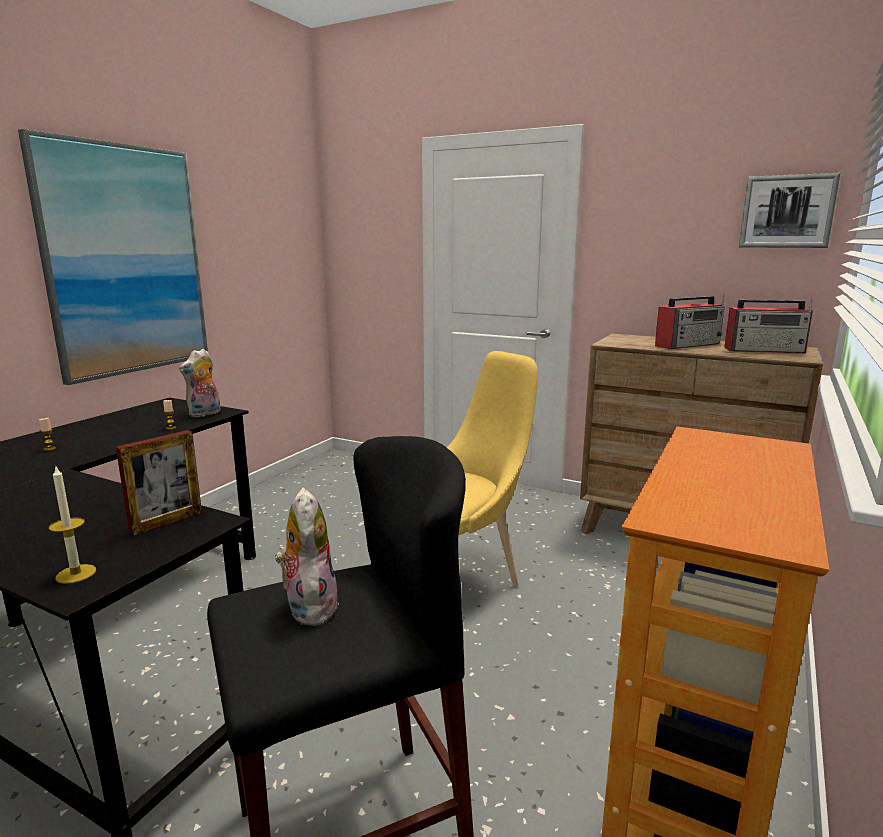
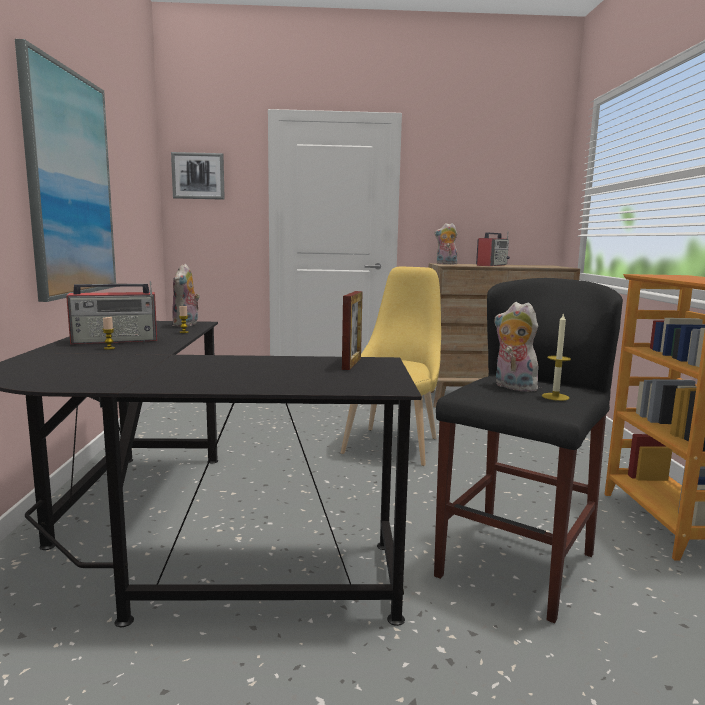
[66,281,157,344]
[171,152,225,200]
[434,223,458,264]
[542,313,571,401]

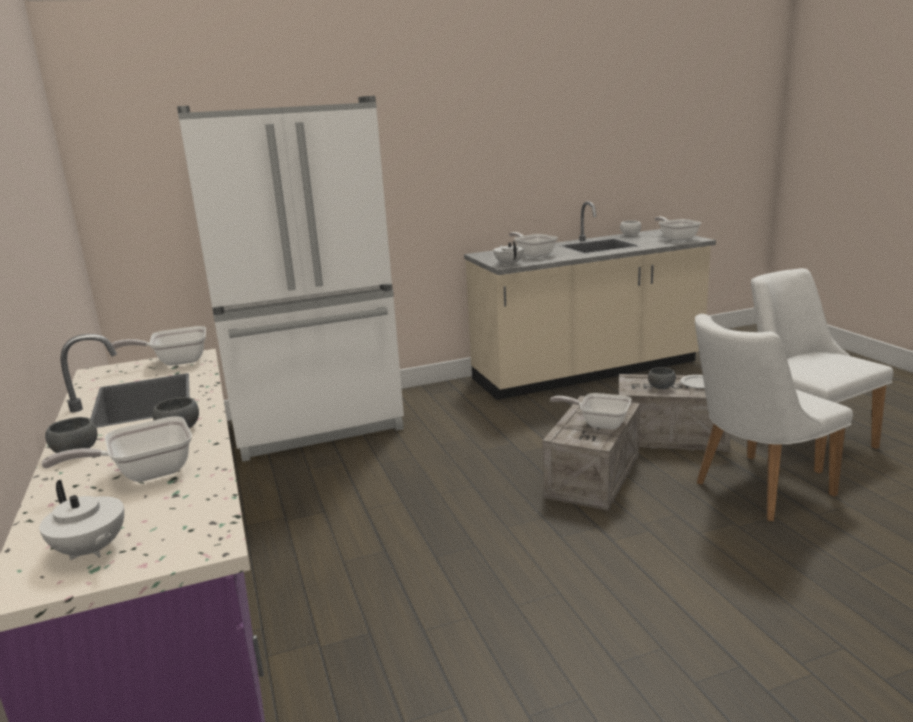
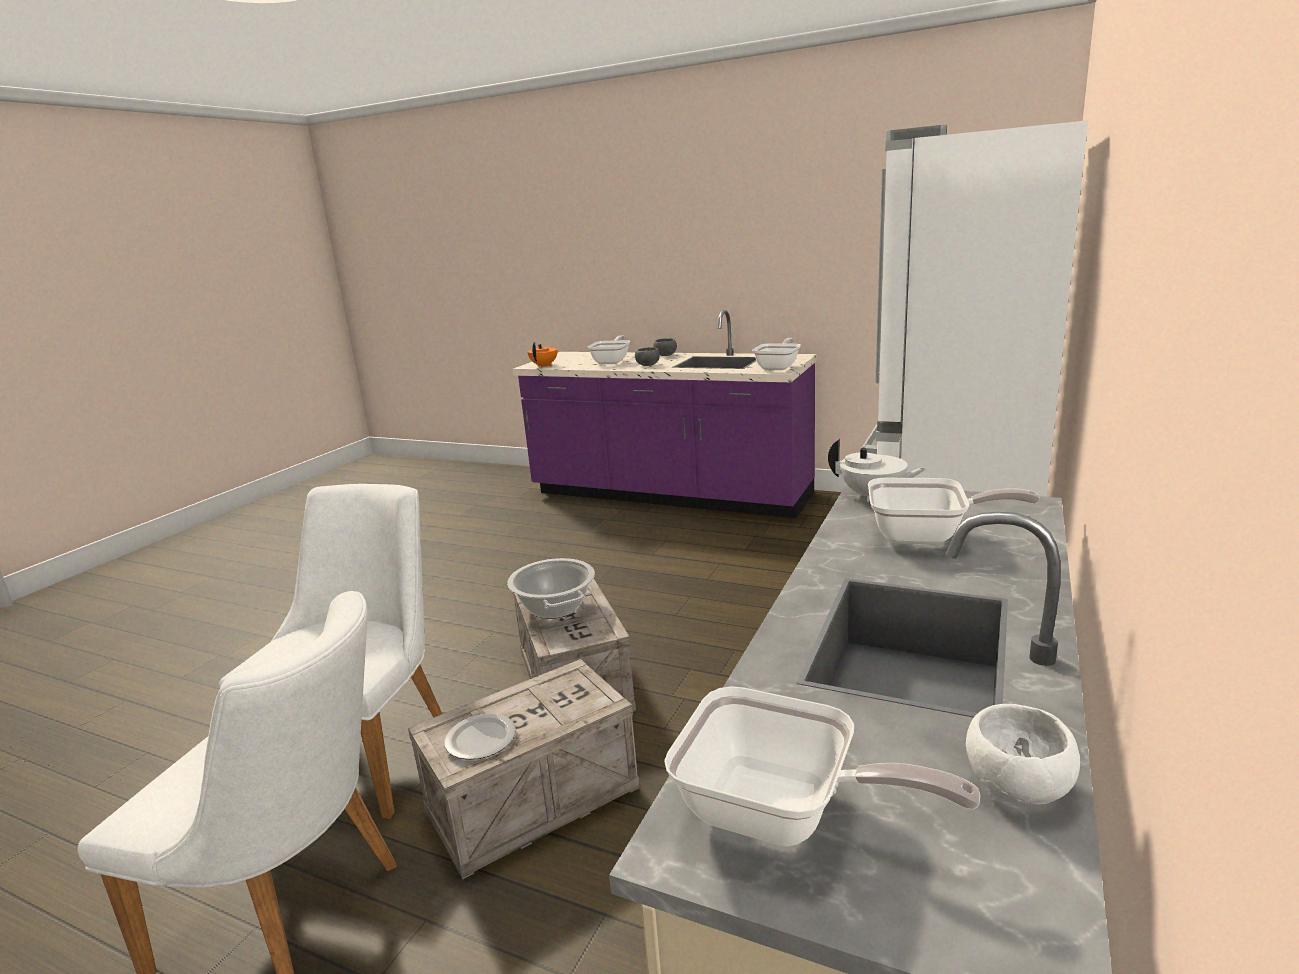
[507,558,595,619]
[527,342,558,368]
[39,480,124,560] (first image)
[648,367,676,389] (first image)

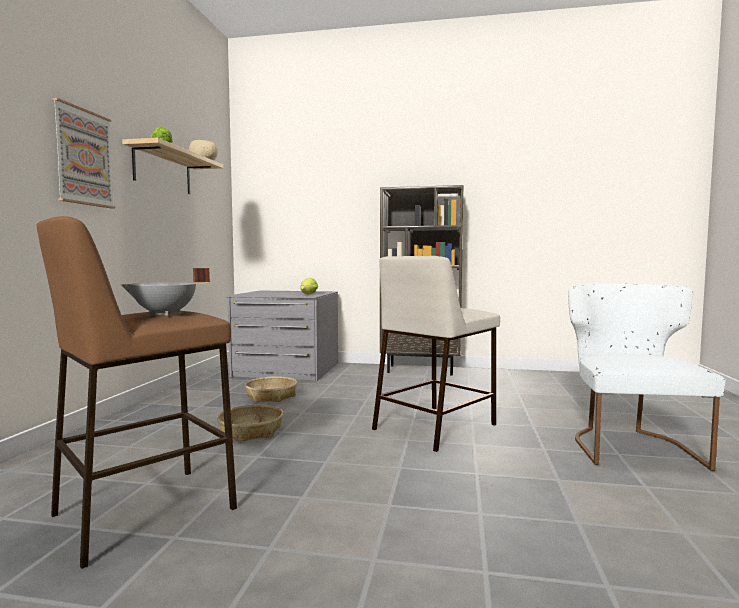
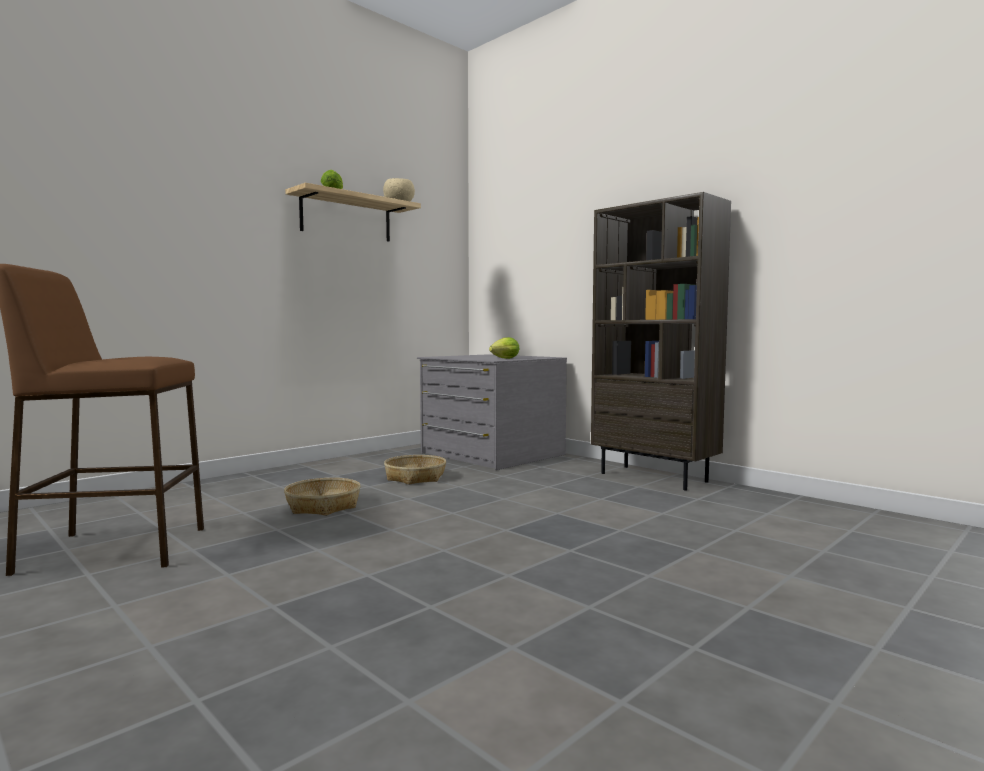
[52,98,115,209] (first image)
[120,268,210,316] (first image)
[372,256,500,452] (first image)
[568,283,726,471] (first image)

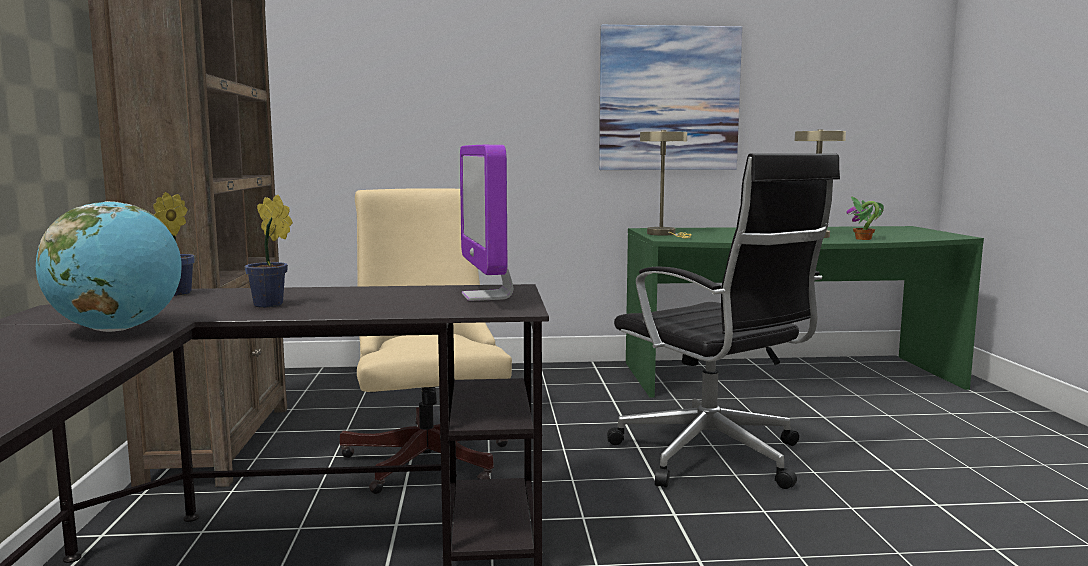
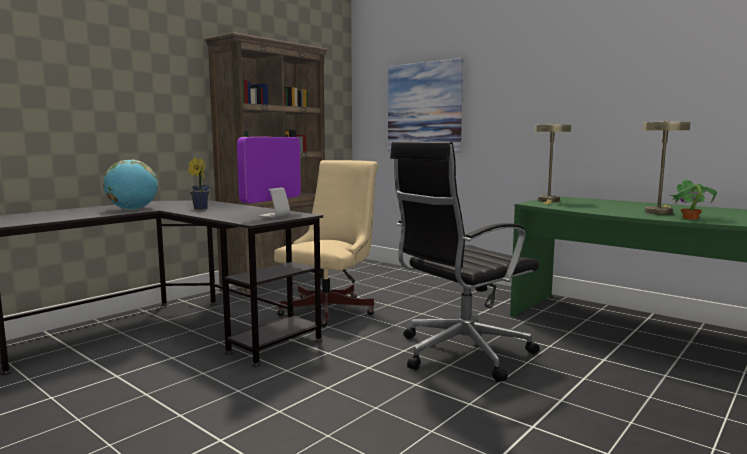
[388,58,463,153]
[390,141,540,382]

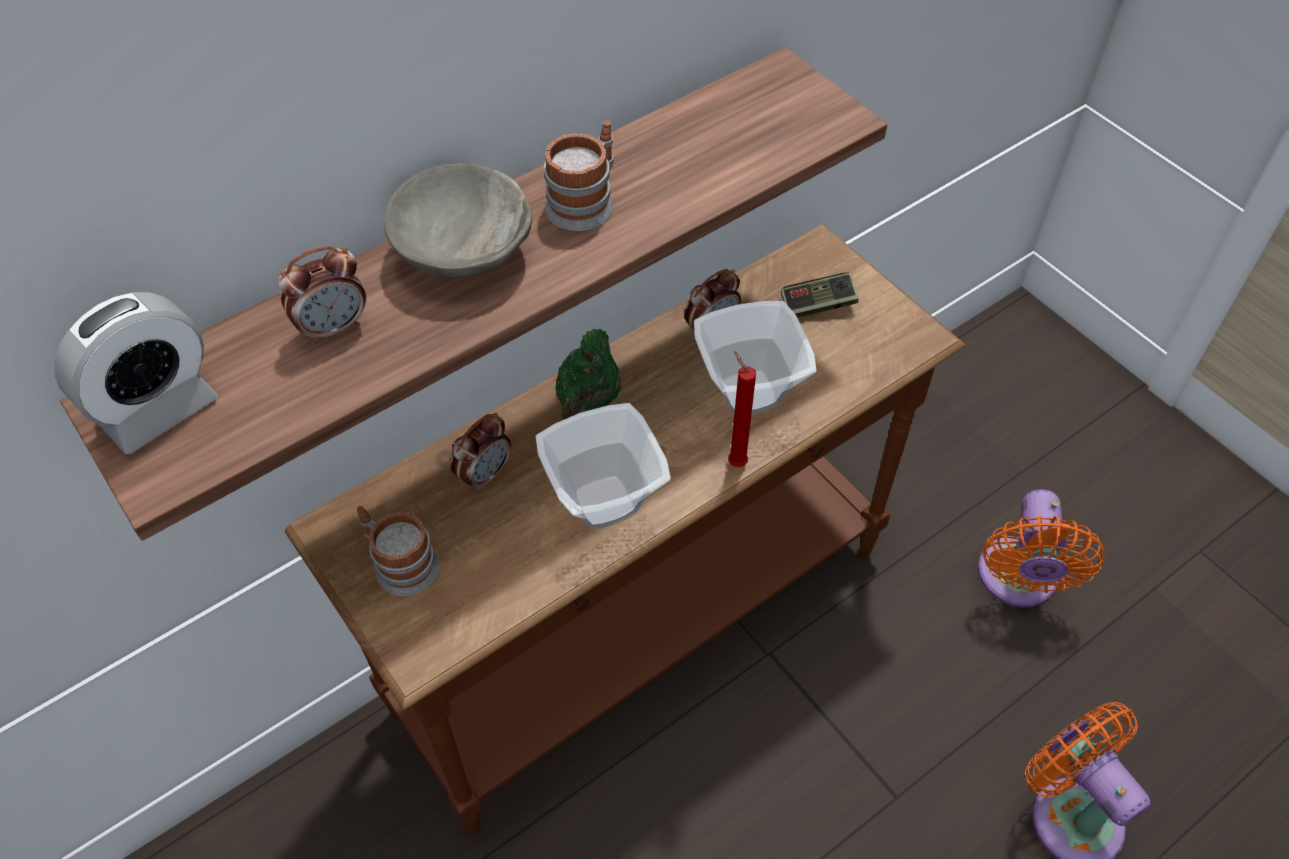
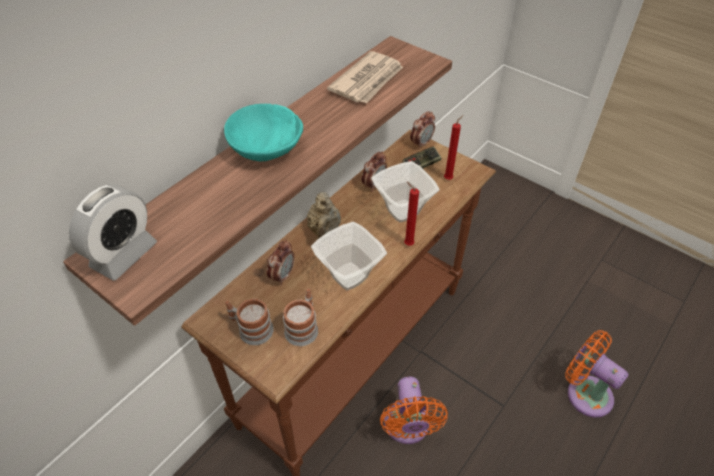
[224,104,303,161]
[283,289,318,346]
[307,192,341,239]
[327,51,403,104]
[380,377,448,444]
[410,111,435,149]
[444,115,463,180]

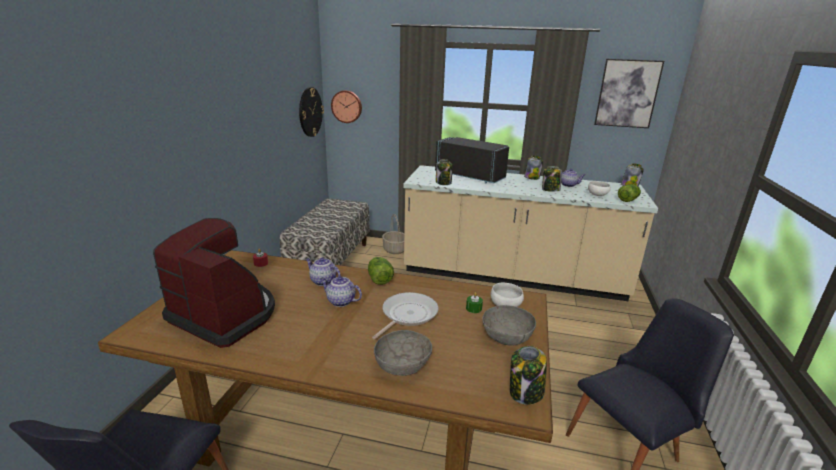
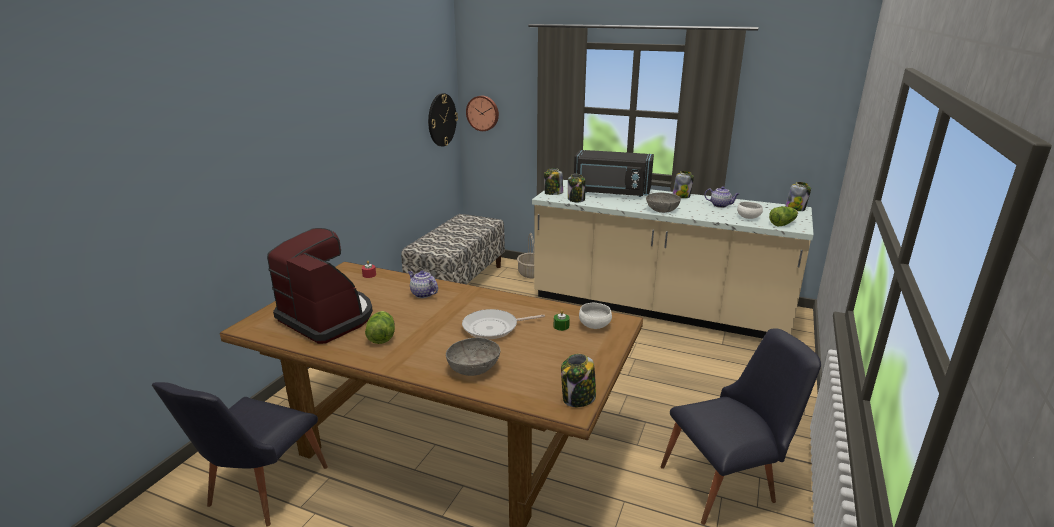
[365,311,395,344]
[462,309,545,339]
[544,168,563,195]
[574,150,654,197]
[646,192,681,213]
[320,276,362,307] (first image)
[594,59,664,128] (first image)

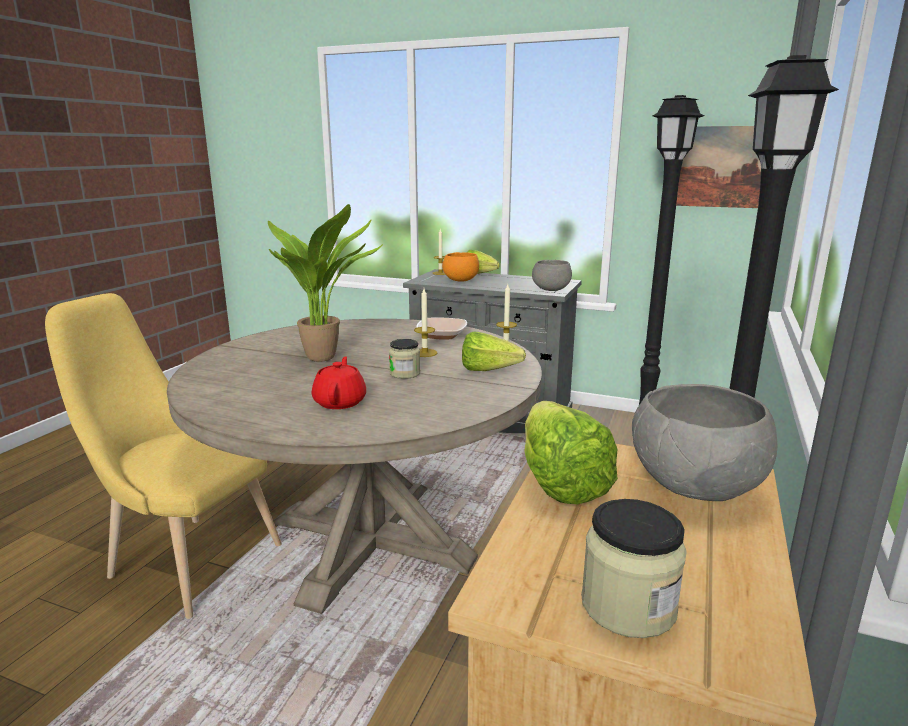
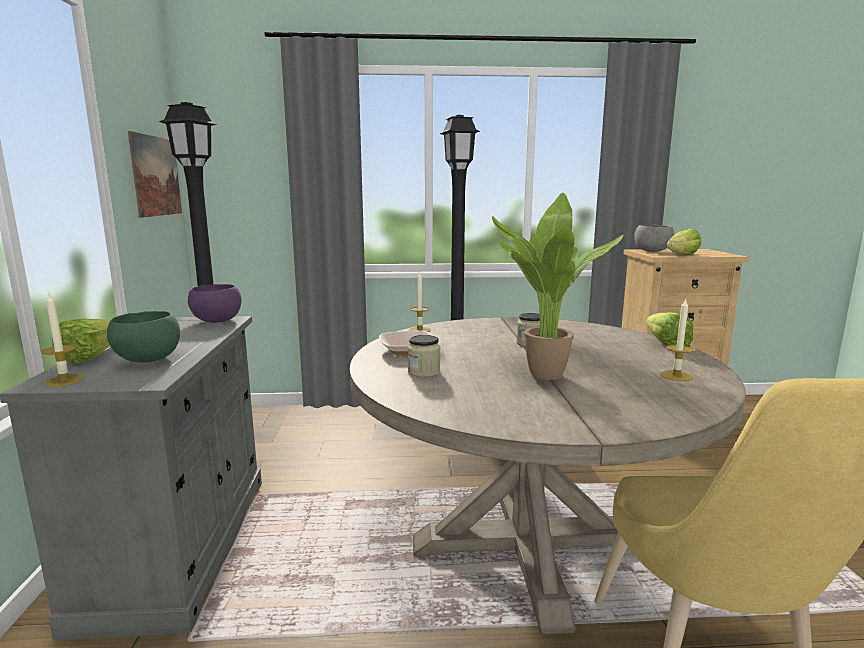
[107,311,180,363]
[188,284,241,323]
[408,335,440,377]
[646,312,694,346]
[661,298,694,381]
[312,356,366,409] (first image)

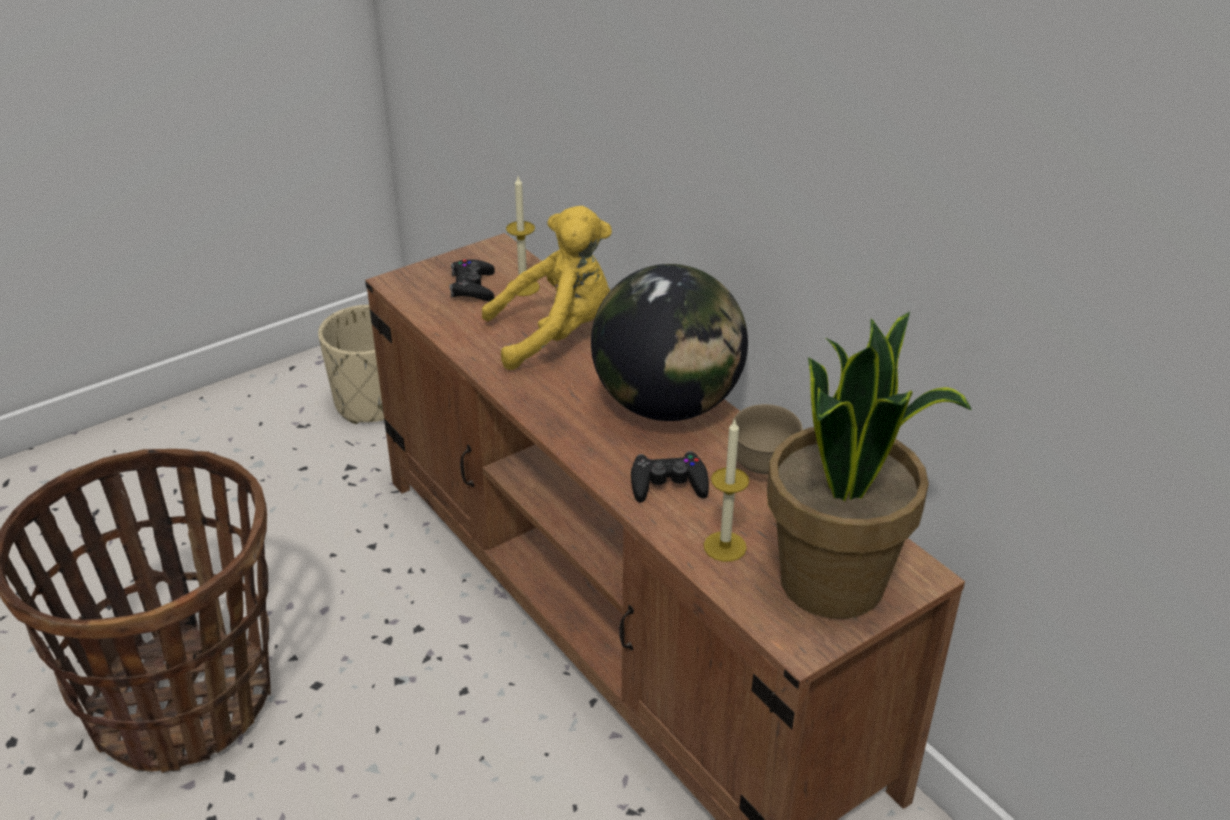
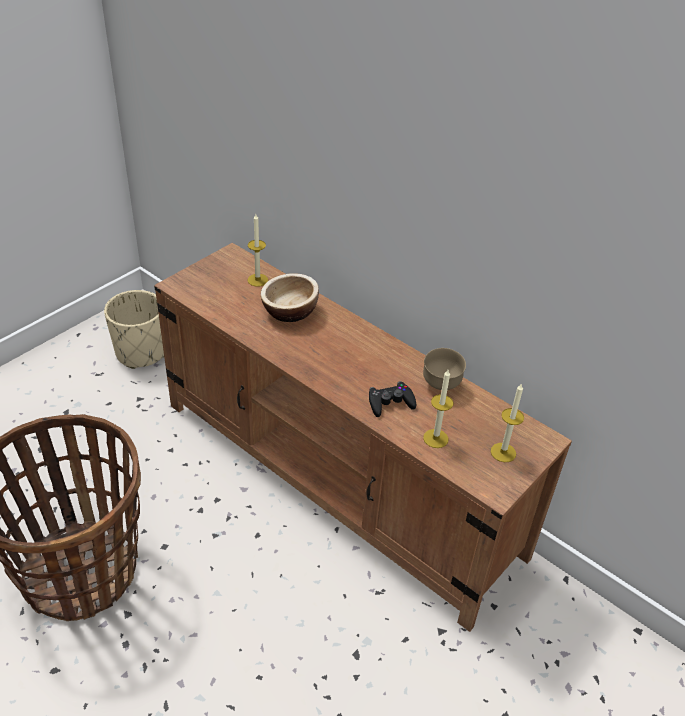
[260,273,319,322]
[491,383,524,462]
[449,259,495,302] (first image)
[591,264,748,421] (first image)

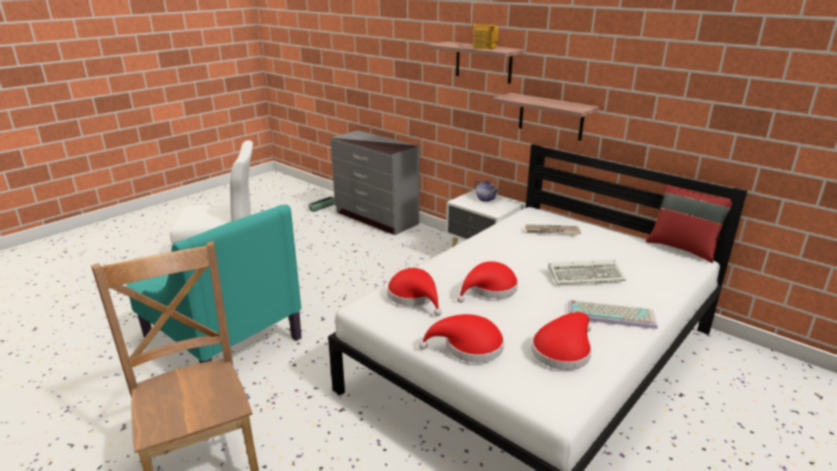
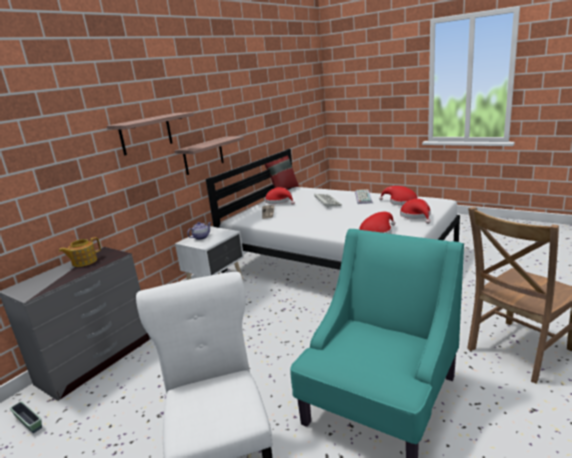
[59,237,101,267]
[265,187,295,205]

